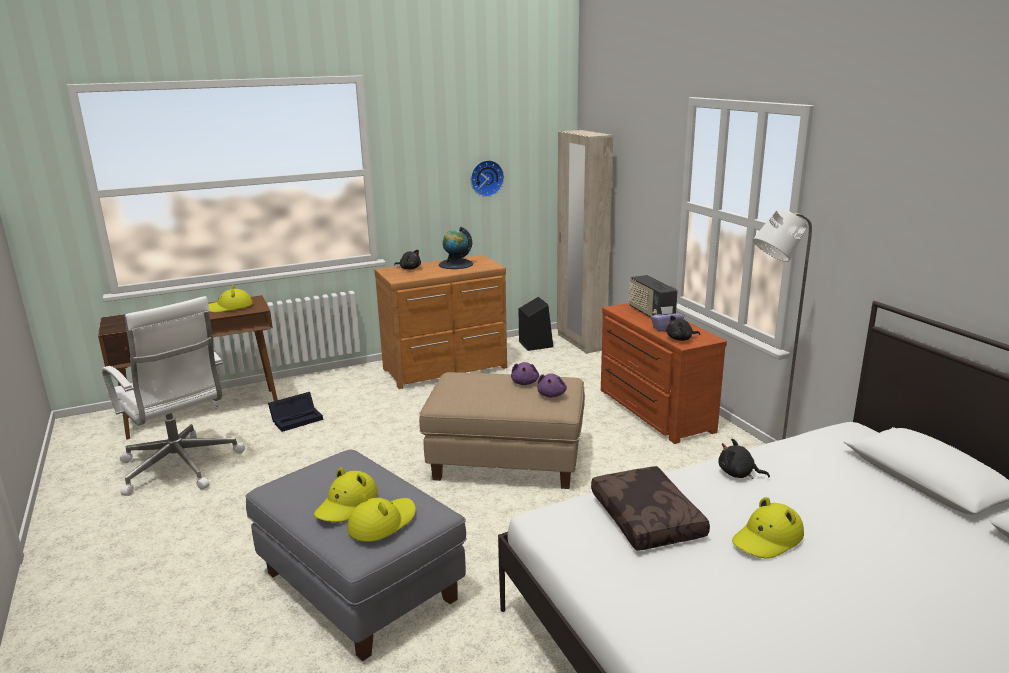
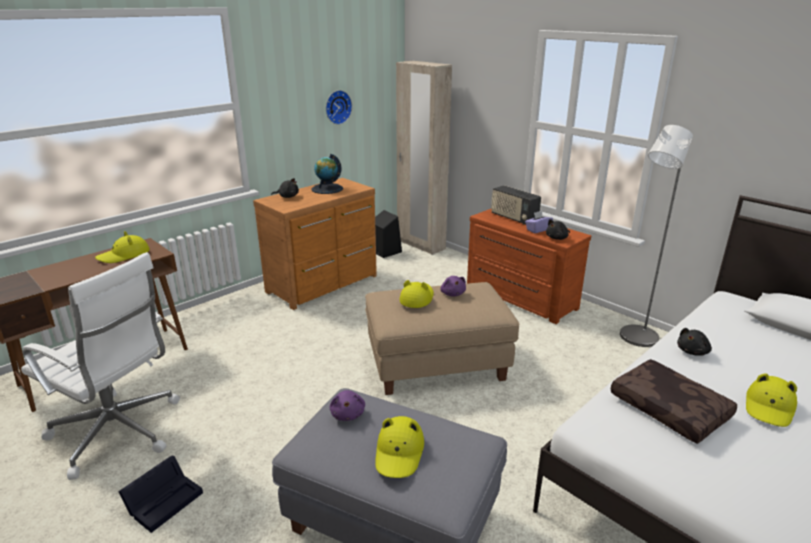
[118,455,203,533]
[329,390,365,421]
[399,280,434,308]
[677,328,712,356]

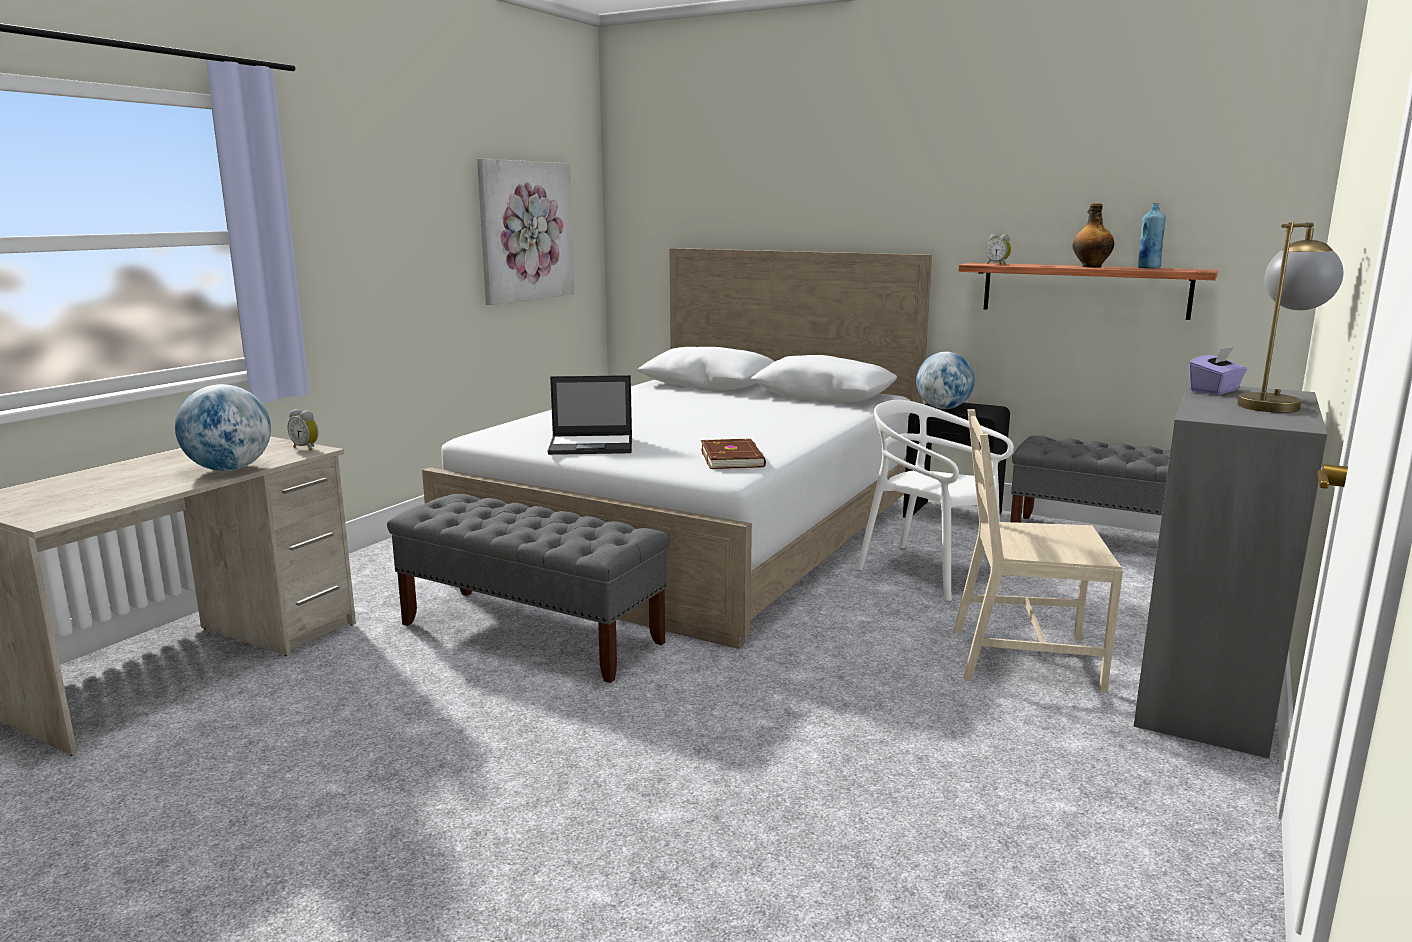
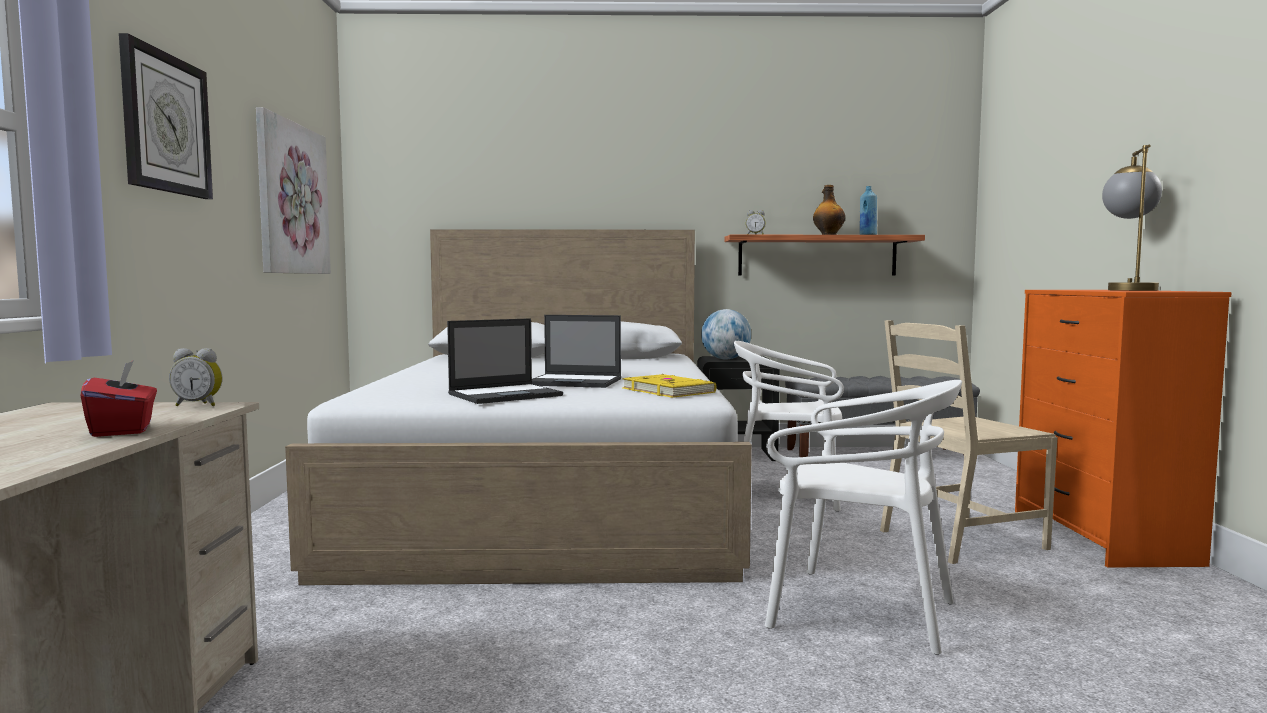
[81,360,157,437]
[119,33,213,199]
[532,315,621,388]
[622,374,716,398]
[765,380,962,655]
[1015,290,1231,567]
[387,494,670,683] (first image)
[1189,347,1247,395] (first image)

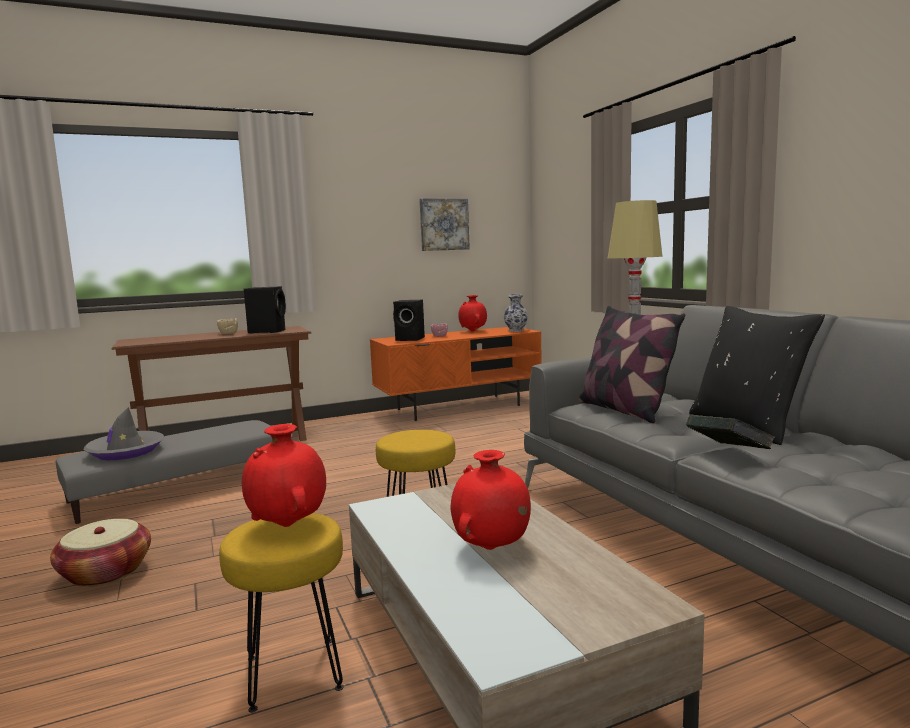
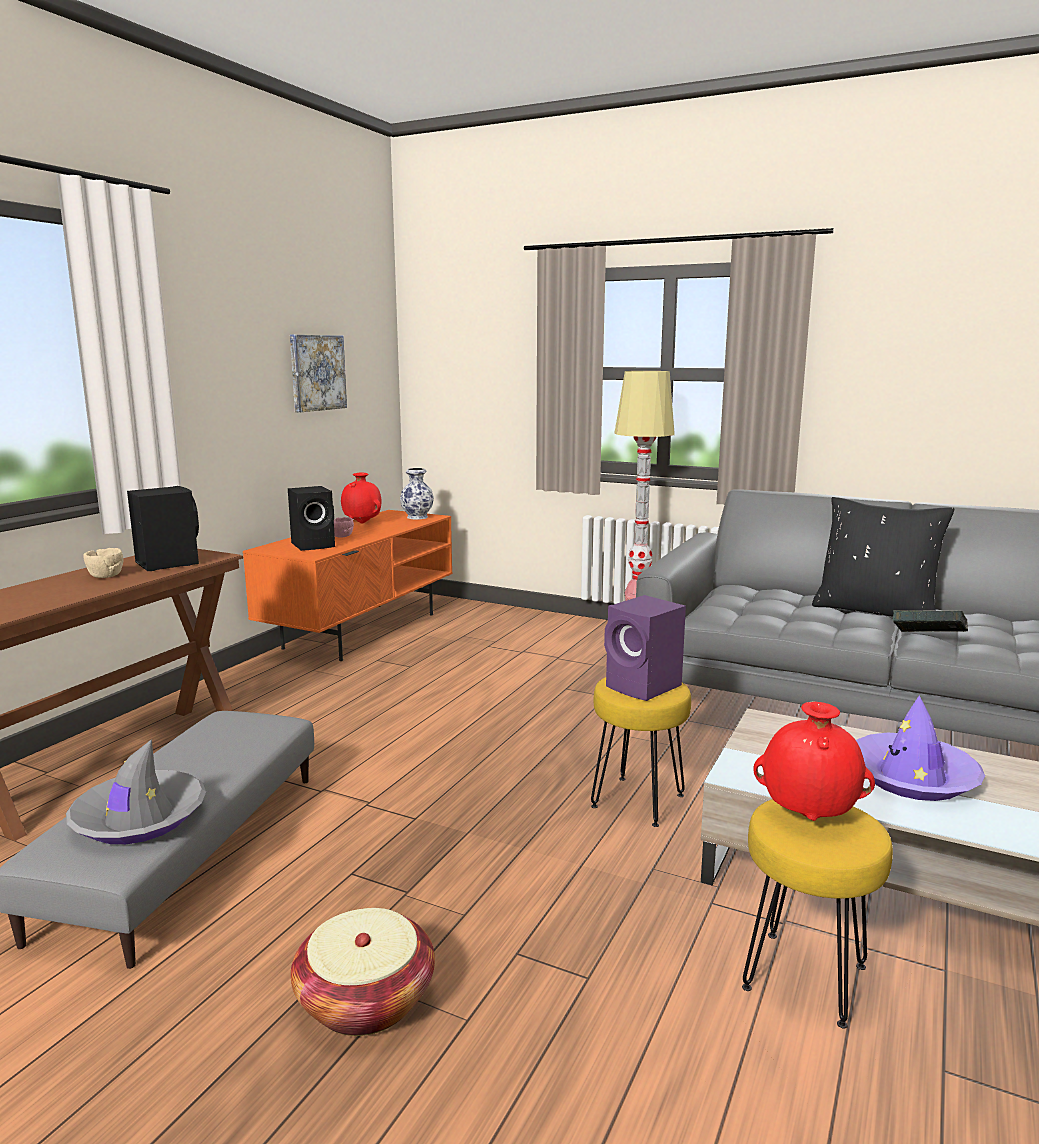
[604,595,686,701]
[856,695,985,801]
[579,306,686,423] (first image)

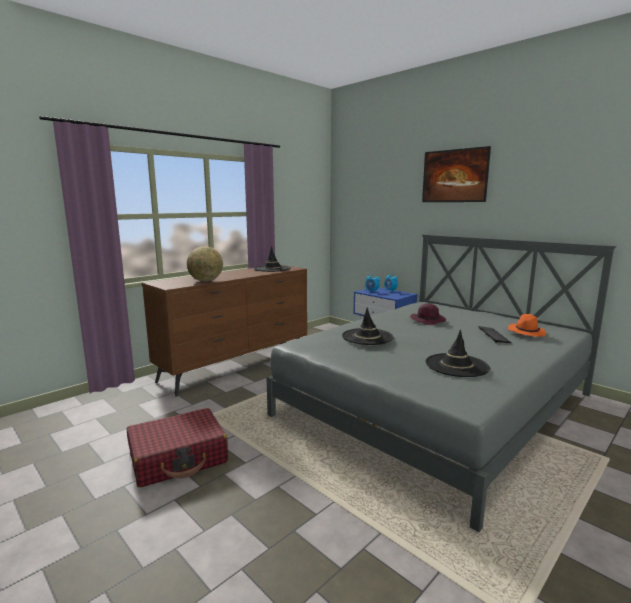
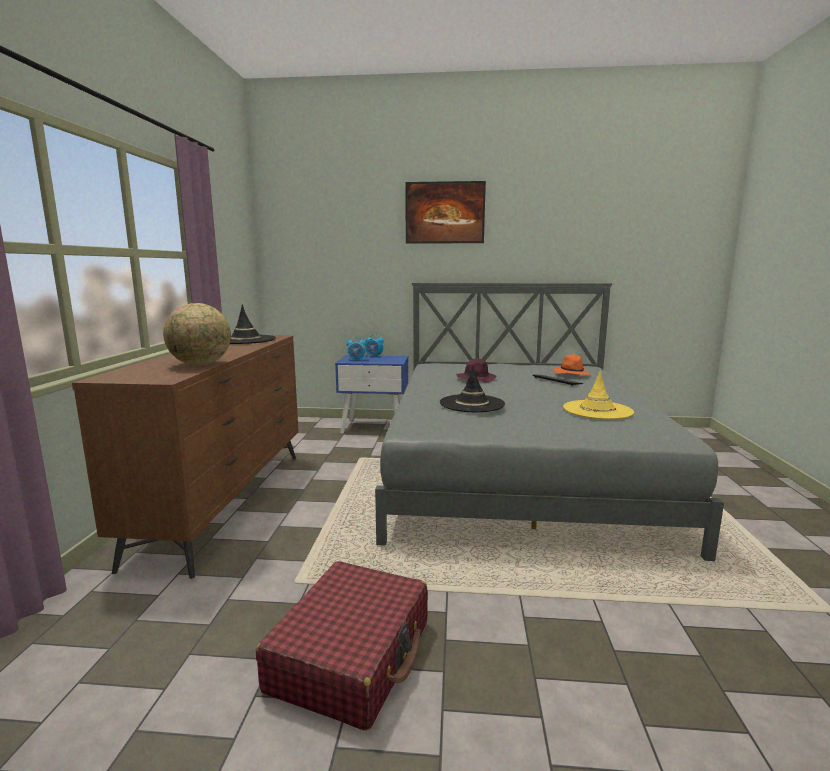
[563,370,634,420]

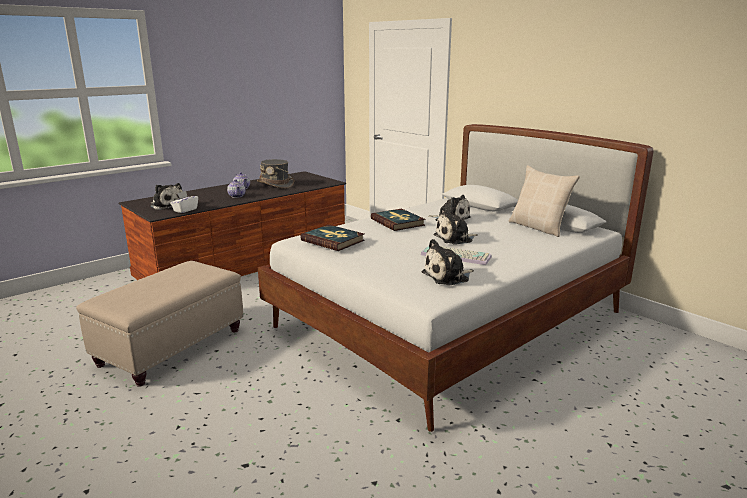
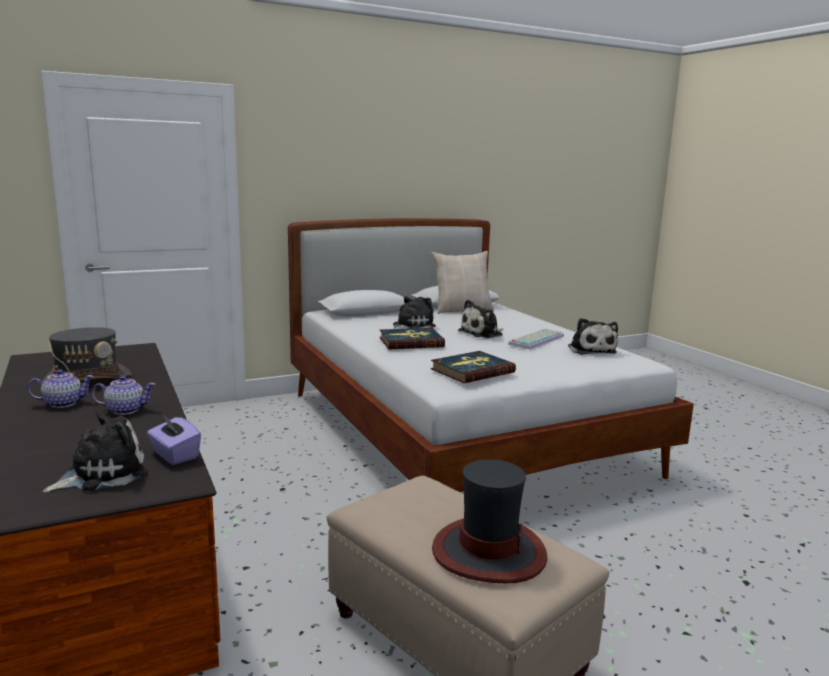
[147,415,201,465]
[432,459,547,583]
[458,300,503,338]

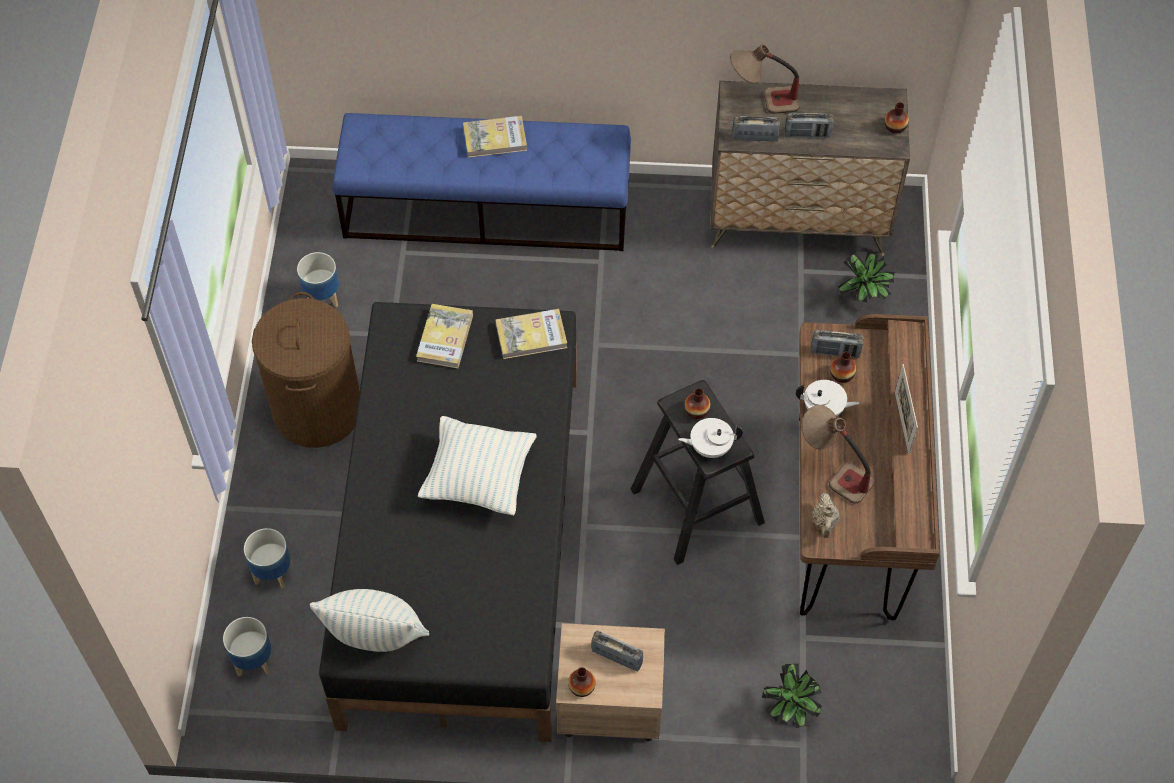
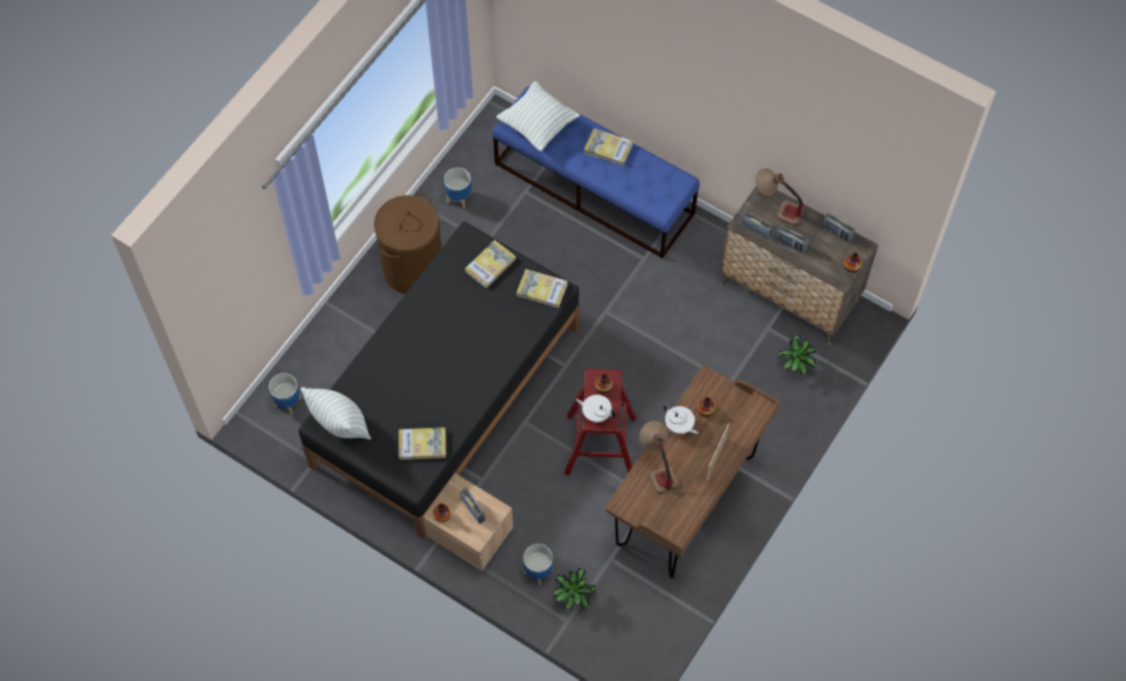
[399,427,446,460]
[496,81,580,151]
[523,544,553,585]
[564,369,636,475]
[822,213,855,243]
[812,493,840,538] (first image)

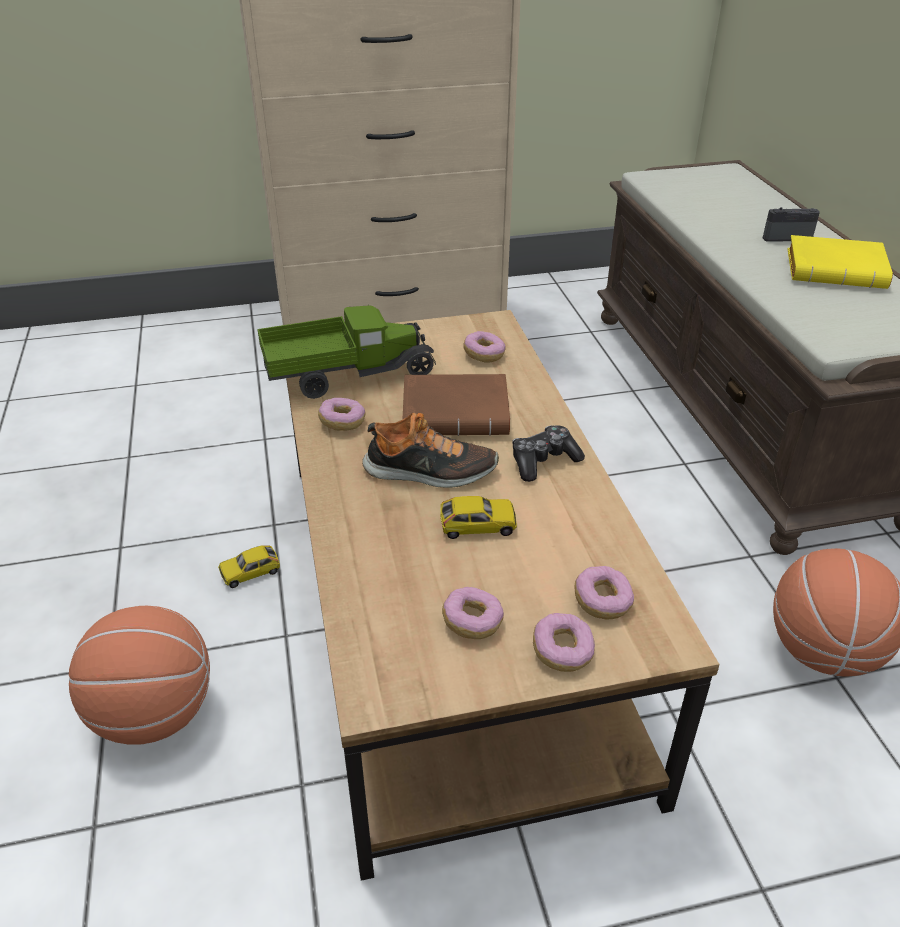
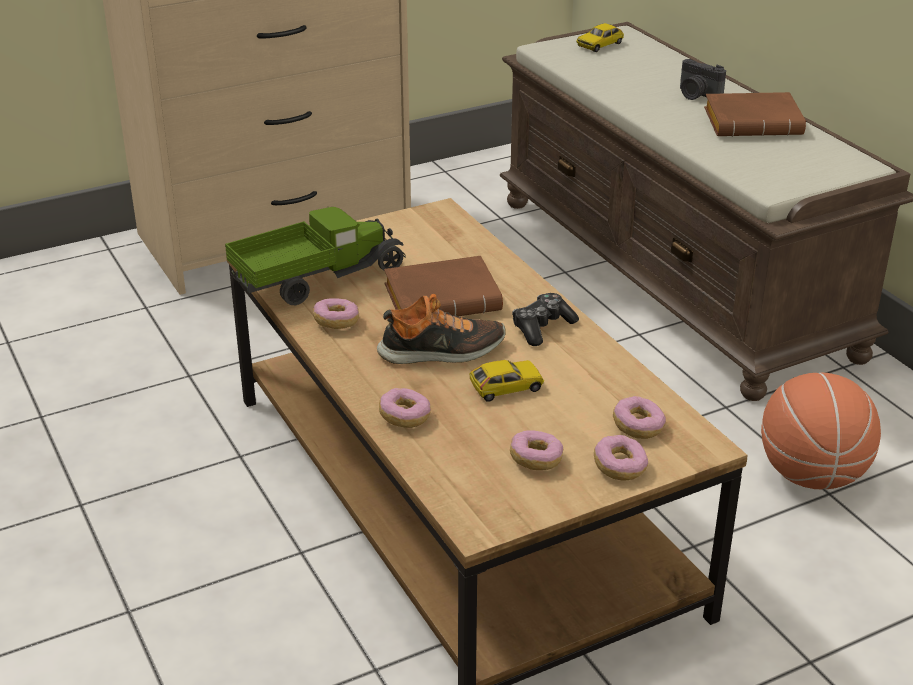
[379,388,431,428]
[576,23,624,52]
[680,59,726,100]
[704,92,806,137]
[69,606,210,745] (first image)

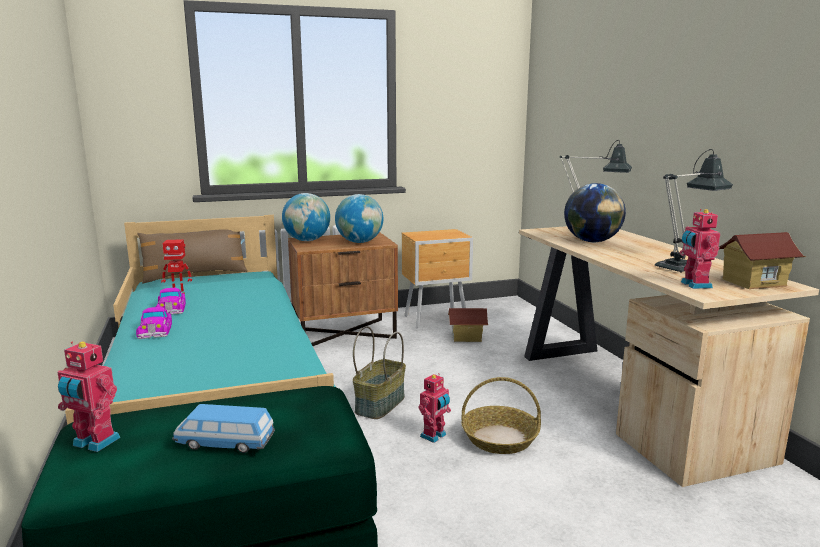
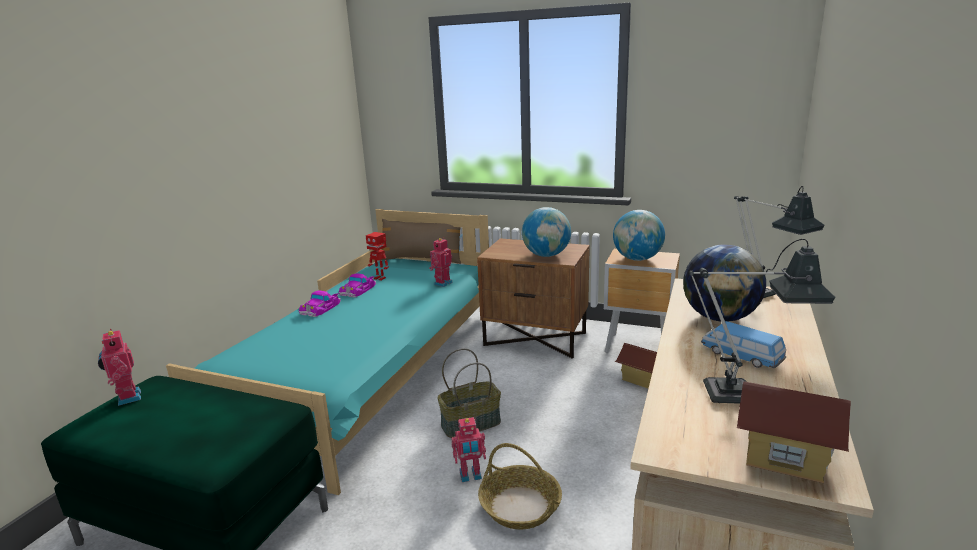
[429,238,453,287]
[613,210,665,261]
[701,321,786,368]

